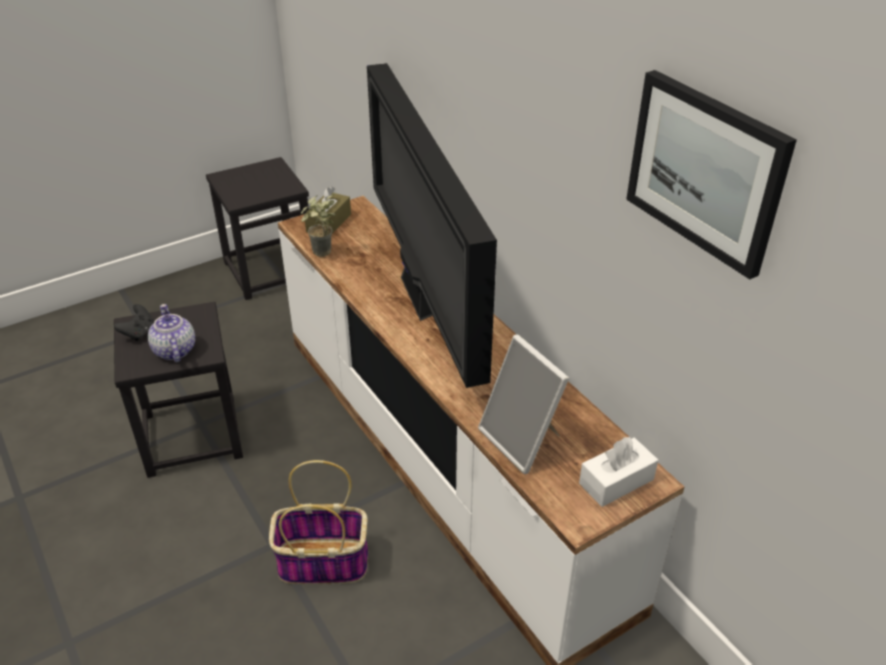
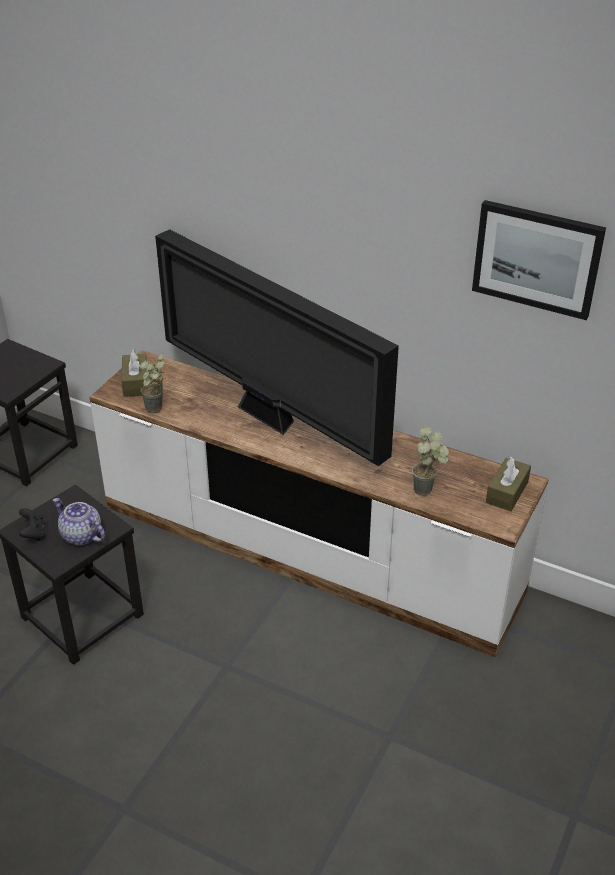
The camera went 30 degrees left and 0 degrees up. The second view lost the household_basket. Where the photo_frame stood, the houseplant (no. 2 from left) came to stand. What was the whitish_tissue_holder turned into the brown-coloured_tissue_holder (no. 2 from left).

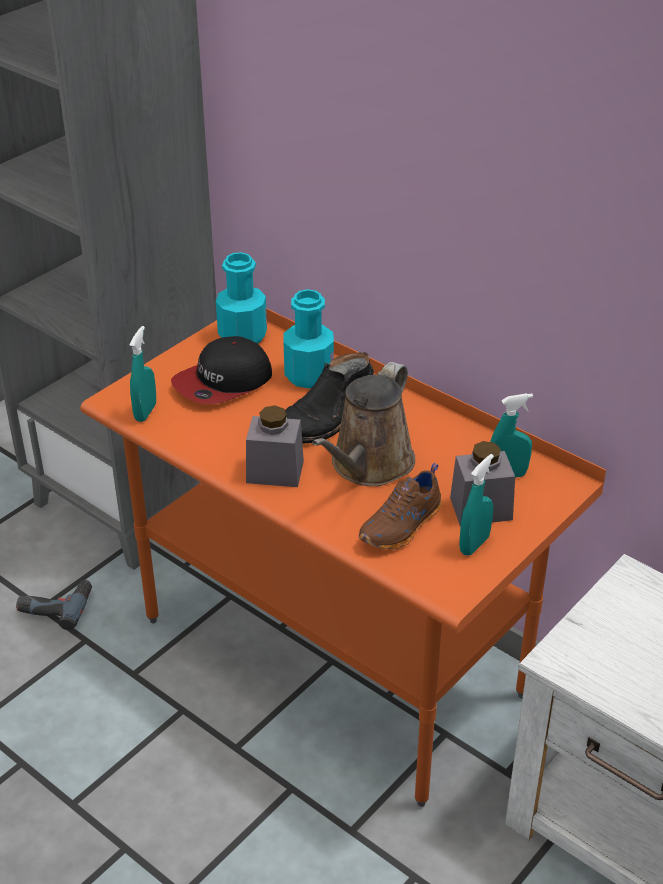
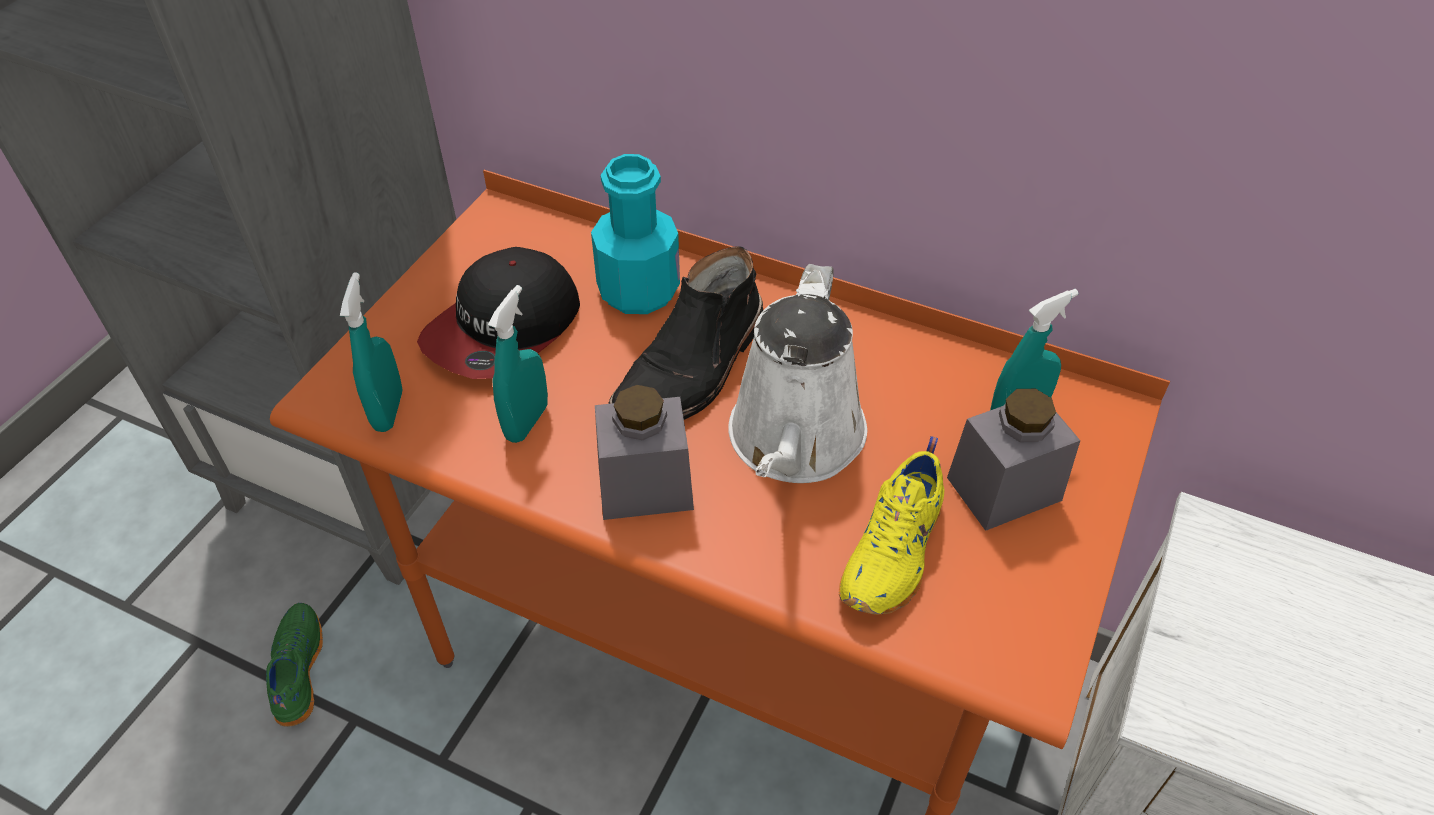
The camera went 15 degrees left and 10 degrees up. The second view lost the turquoise_drink_bottle (no. 1 from left). The turquoise_hand_sprayer (no. 2 from left) ended up elsewhere. Where the drill stood, the greenish_shoe came to stand. What was the brown-coloured_watering_can turned into the whitish_watering_can. What was the brown-coloured_shoe turned into the yellowish_shoe.

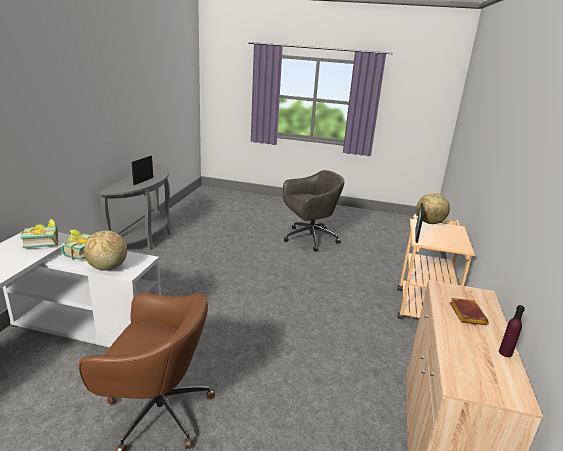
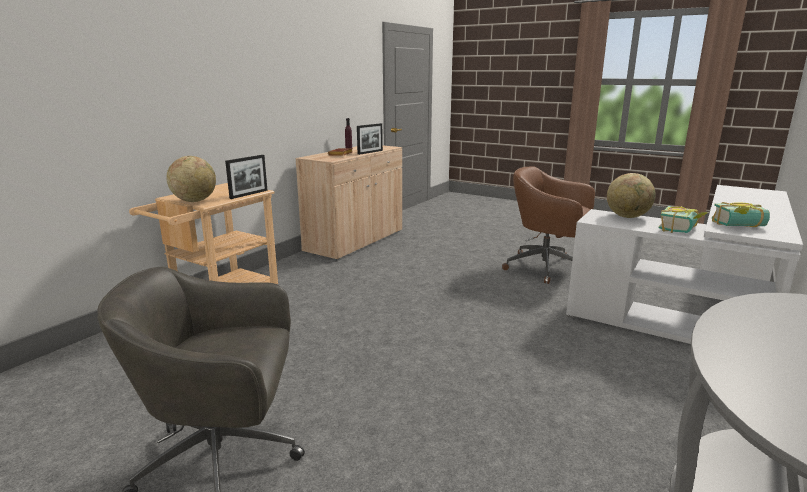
The camera went 160 degrees left and 5 degrees down. The photo_frame (no. 1 from left in the first image) ended up elsewhere.

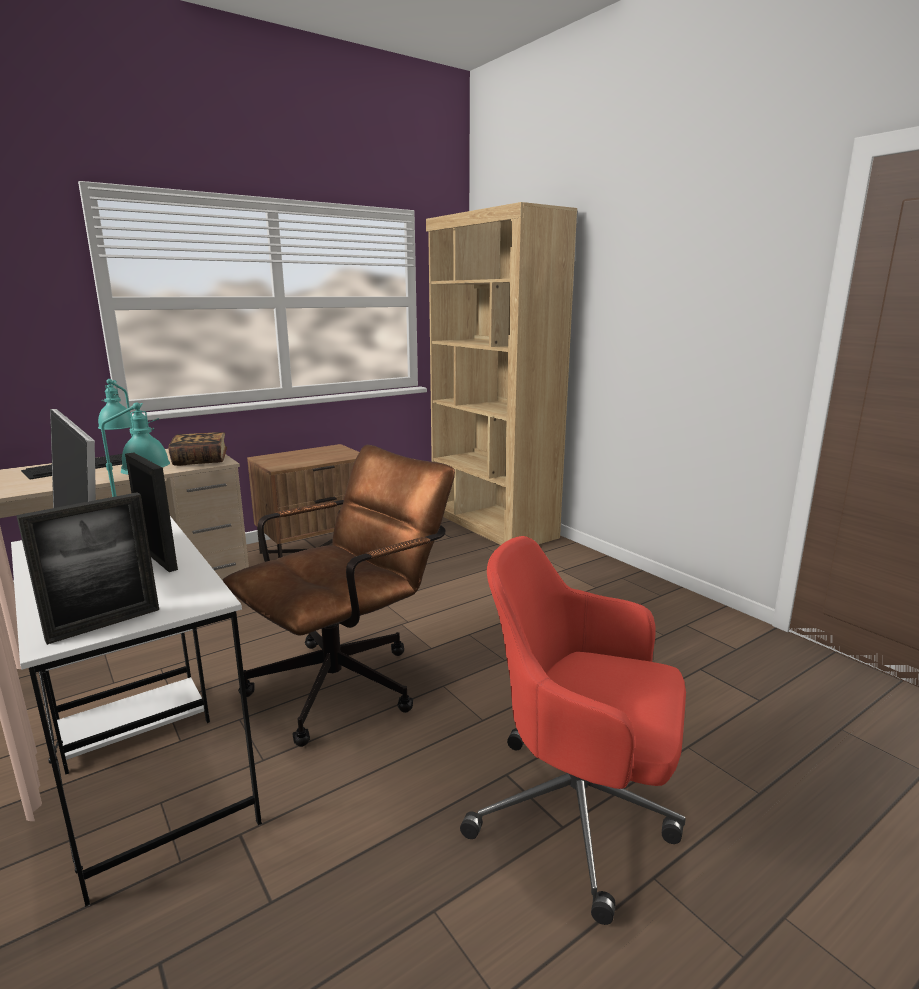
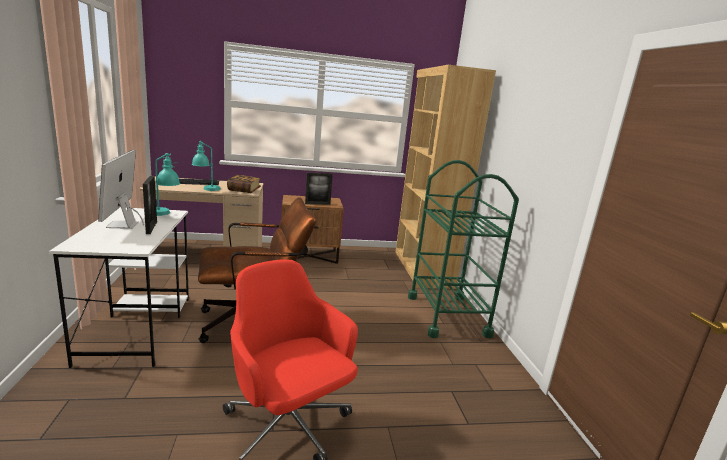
The camera went 25 degrees right and 0 degrees up. The second view gained the greenish_trolley. The photo_frame (no. 1 from left in the first image) ended up elsewhere.

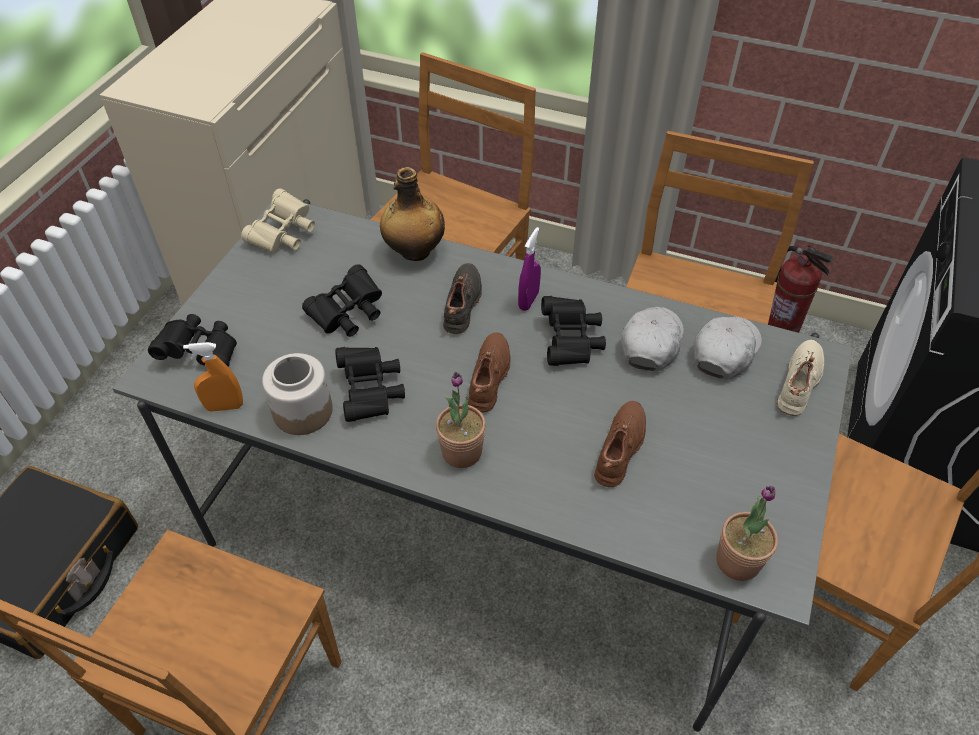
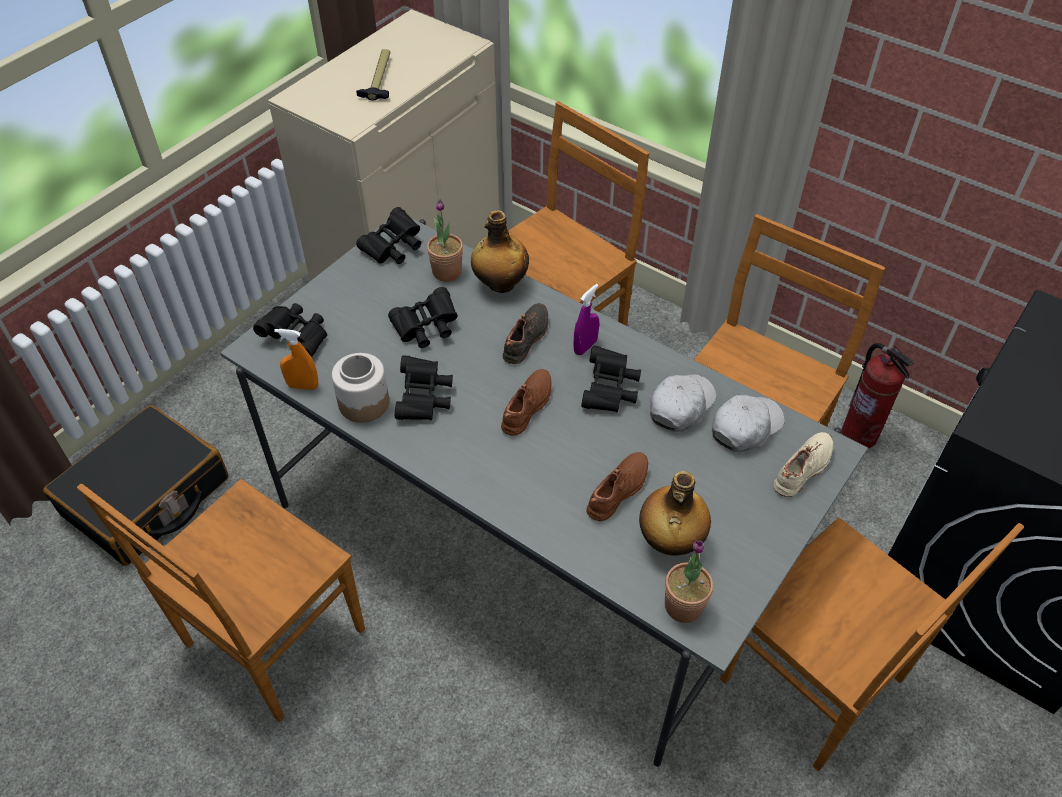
The camera went 15 degrees right and 0 degrees up. The second view gained the hand_hammer. The second view gained the drink_bottle (no. 2 from left). The houseplant (no. 1 from left) ended up elsewhere. What was the beige-coloured_binoculars turned into the black-coloured_binoculars (no. 2 from left).

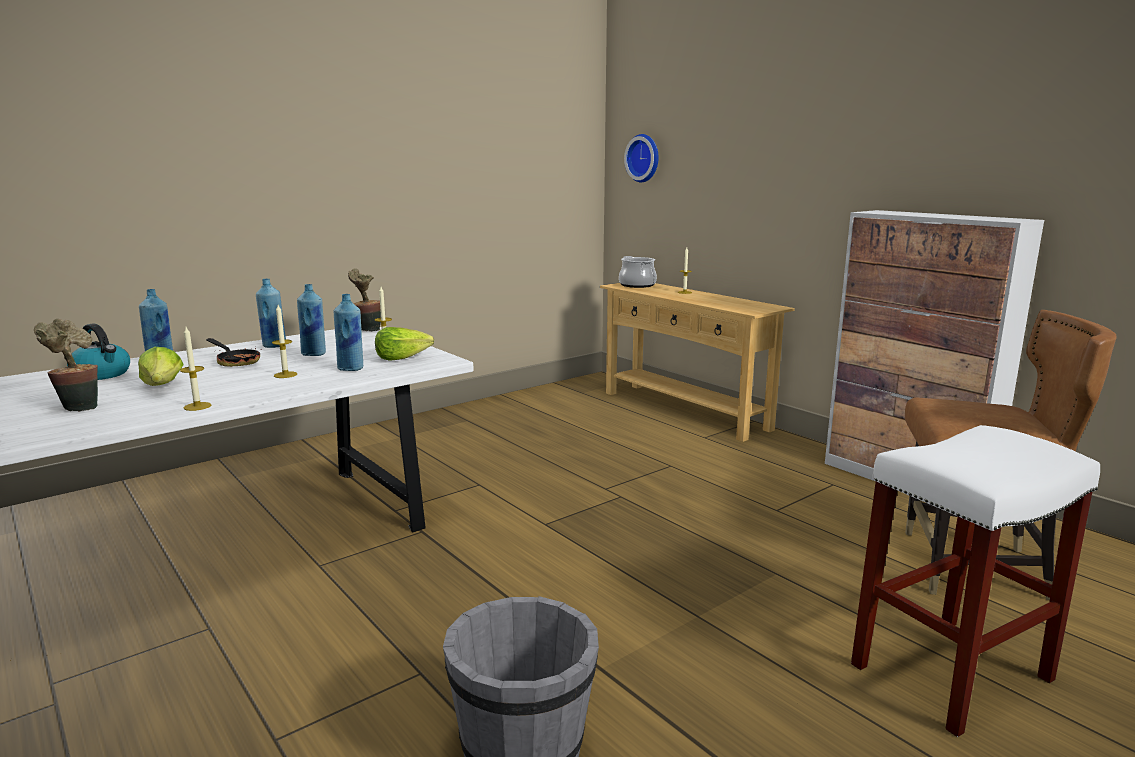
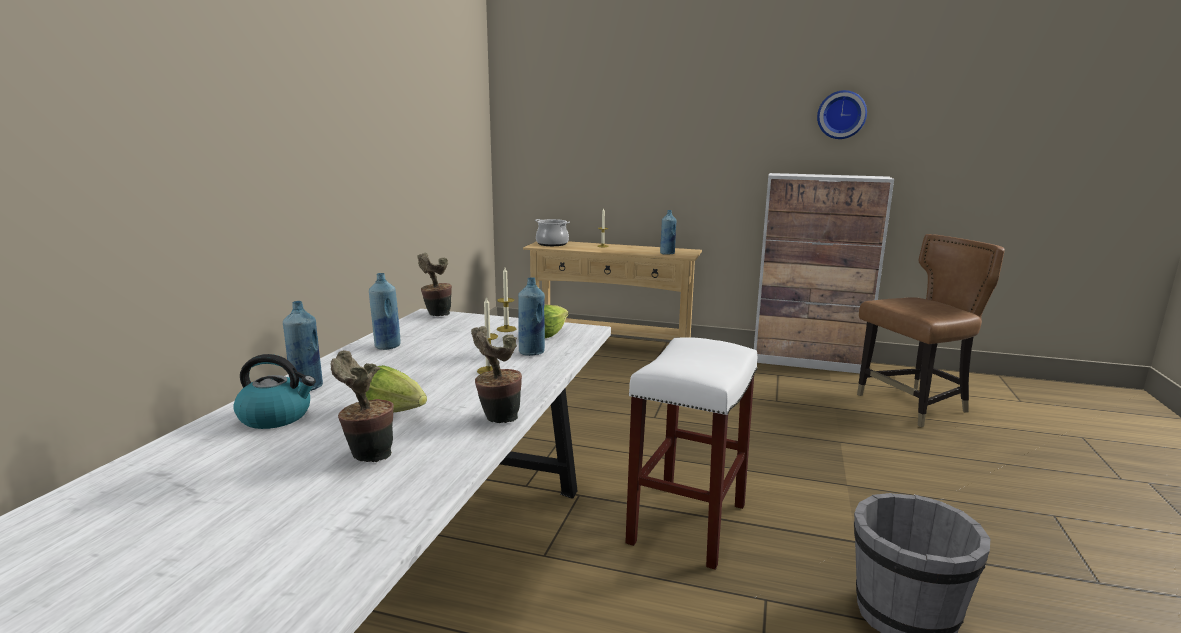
The camera went 35 degrees left and 0 degrees up. The second view lost the pan. The blue_drink_bottle (no. 3 from left in the first image) ended up elsewhere. The clock_on_the_wall ended up elsewhere. The whitish_stool ended up elsewhere. Where the wax_candle (no. 1 from left) stood, the houseplant (no. 3 from left) came to stand.

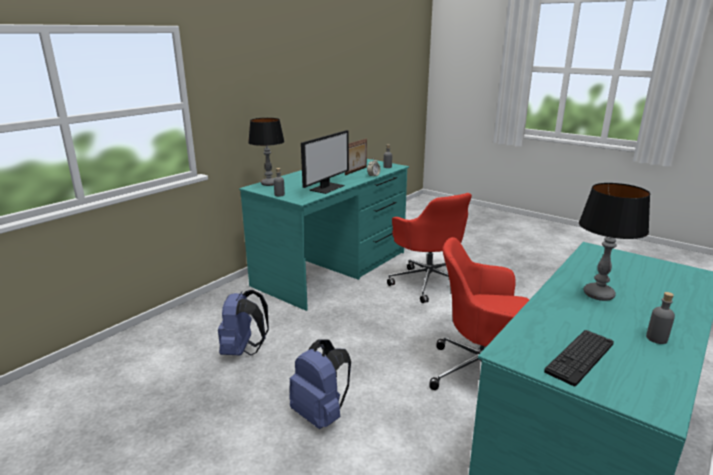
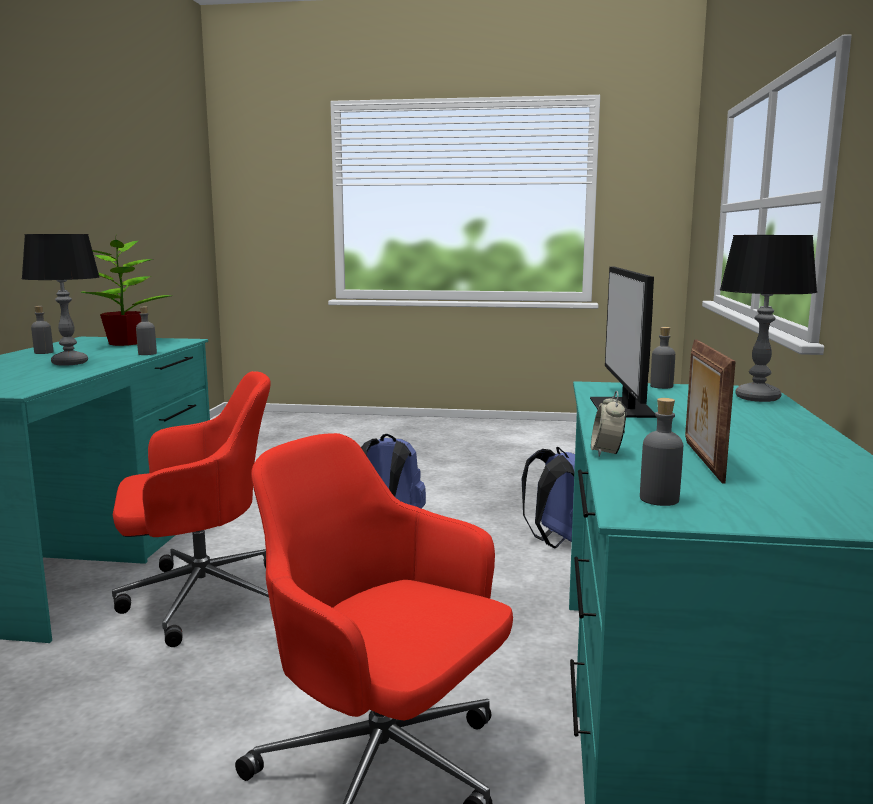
The camera went 150 degrees right and 10 degrees down. The second view gained the grey_drink_bottle (no. 2 from left). Where the computer_keyboard stood, the houseplant came to stand.

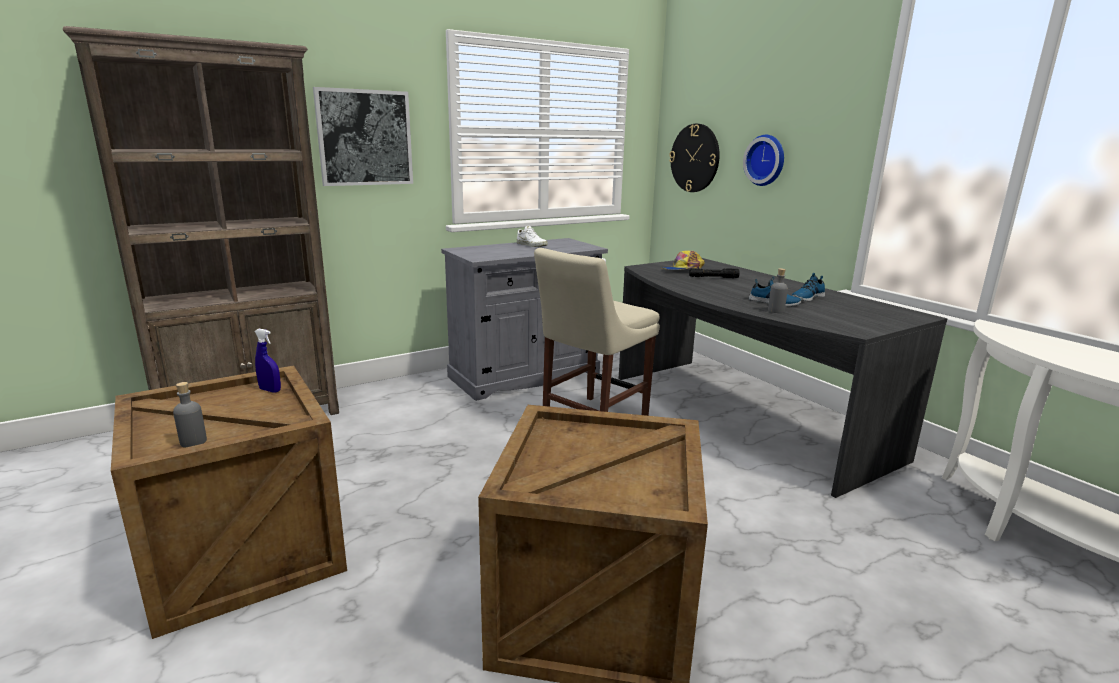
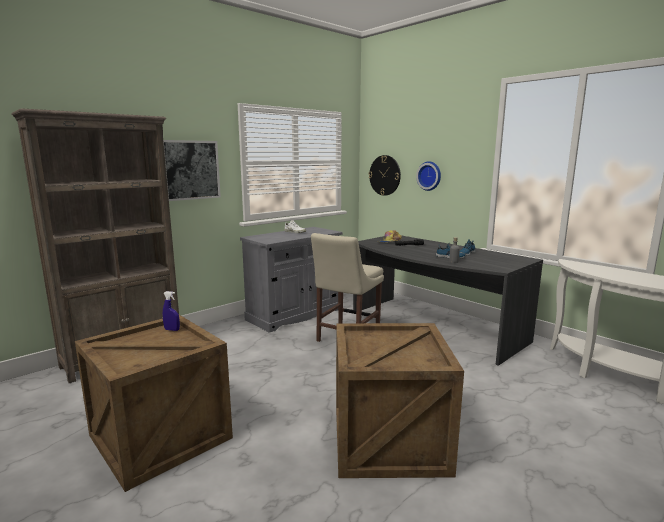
The camera went 10 degrees left and 5 degrees down. The second view lost the grey_drink_bottle (no. 1 from left).

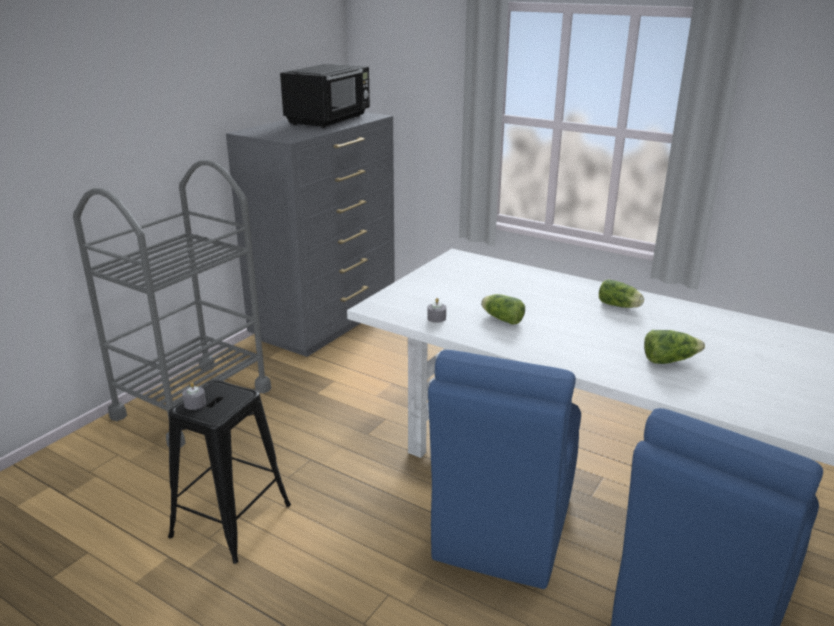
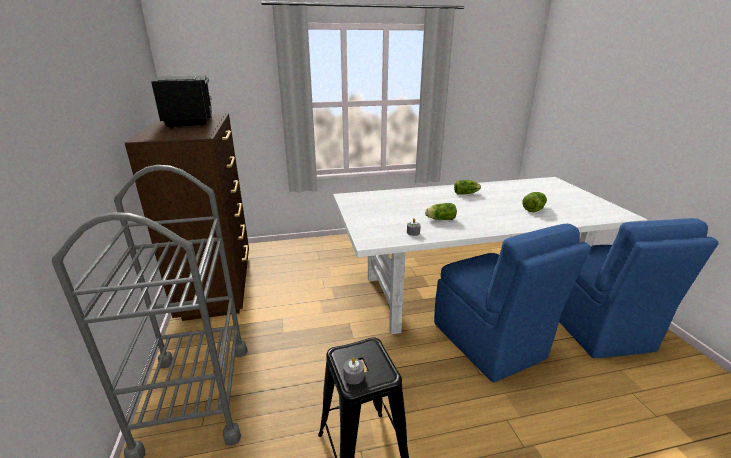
The camera went 45 degrees left and 0 degrees up. What was the grey_dresser turned into the brown-coloured_dresser.

